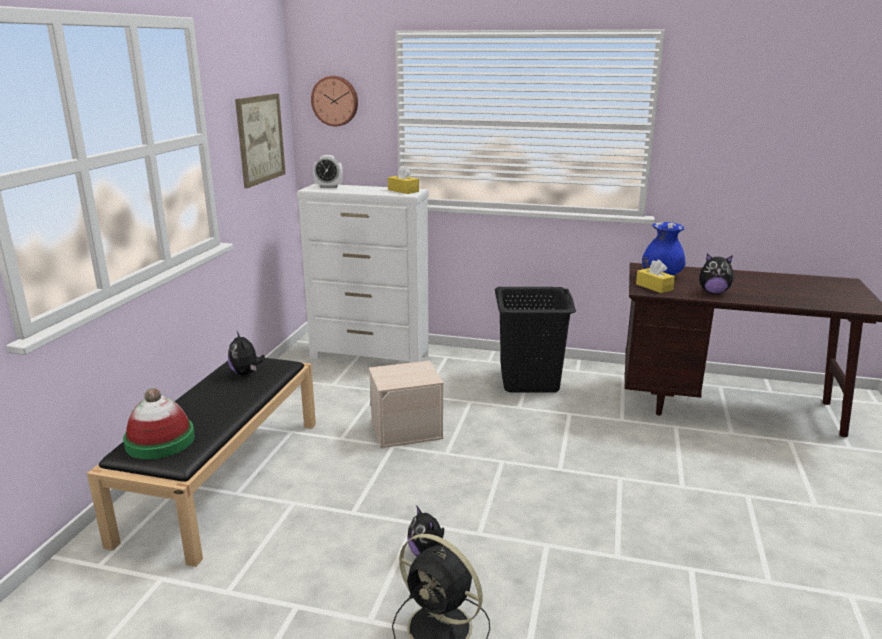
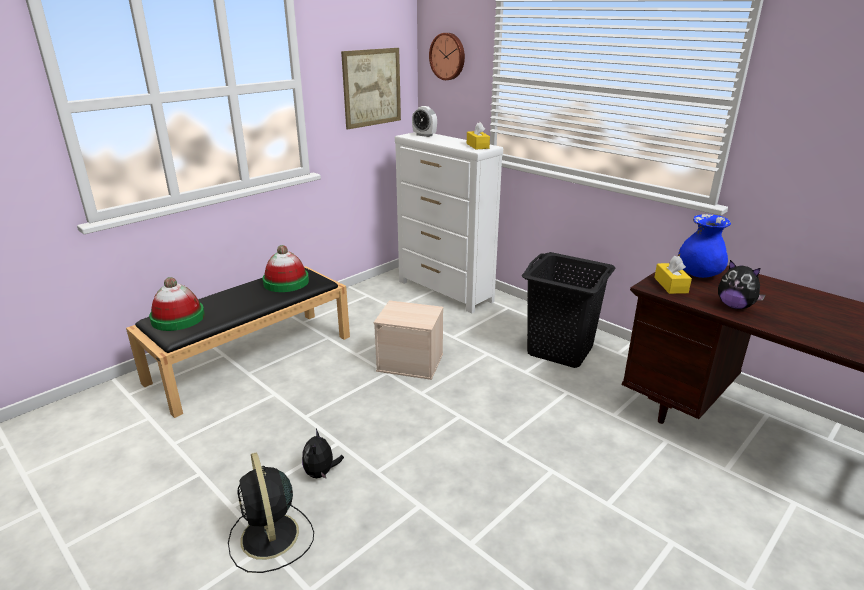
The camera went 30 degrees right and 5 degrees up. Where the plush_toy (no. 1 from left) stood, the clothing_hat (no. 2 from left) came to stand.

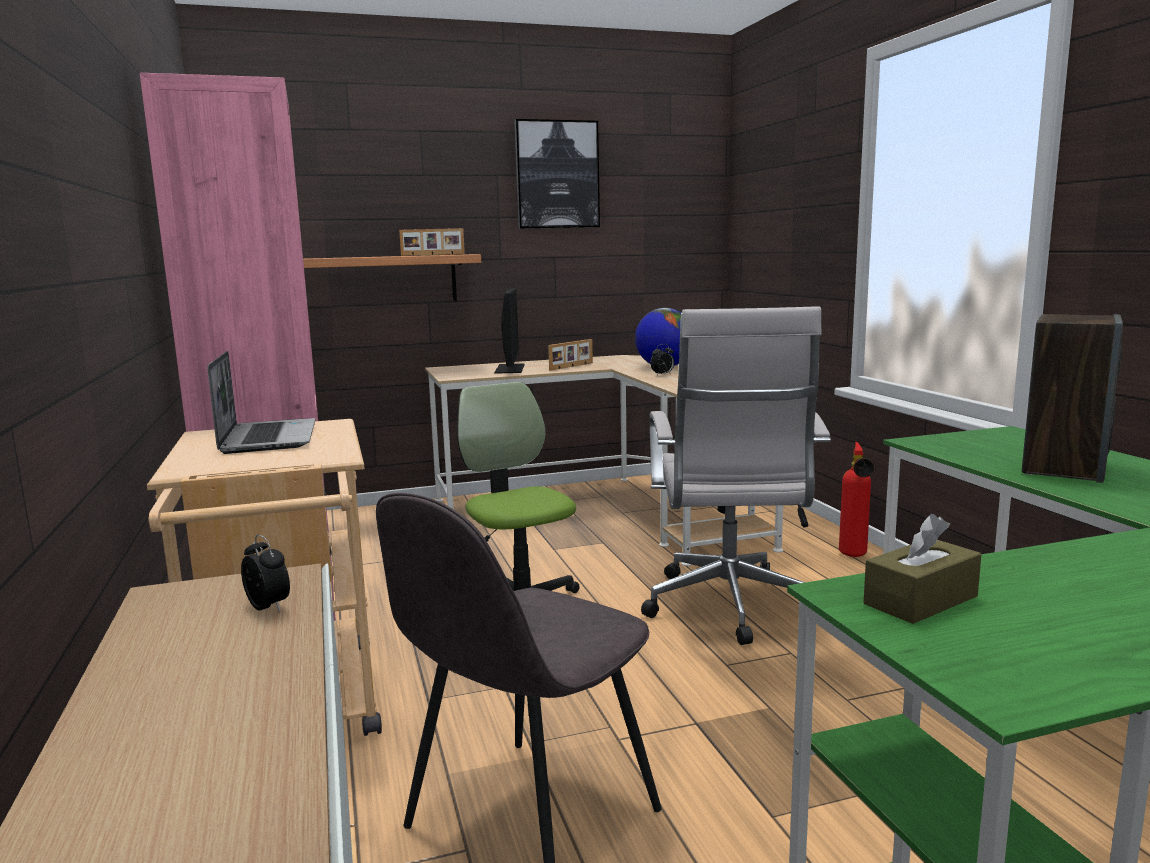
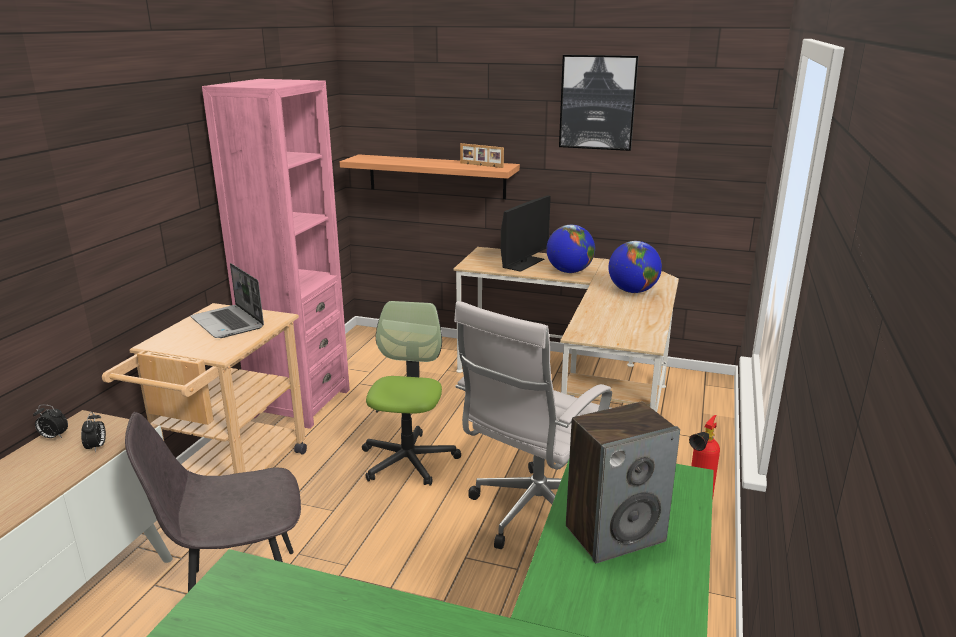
The camera went 35 degrees right and 10 degrees up. The second view lost the brown-coloured_tissue_holder. The table_clock (no. 2 from left in the first image) ended up elsewhere. Where the photo_frame (no. 2 from left) stood, the world_globe (no. 1 from left) came to stand. The notebook_computer ended up facing another way, 120 degrees clockwise from before.

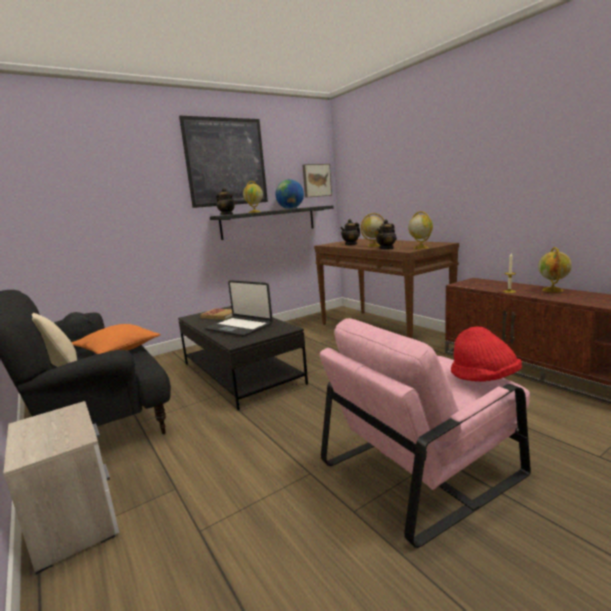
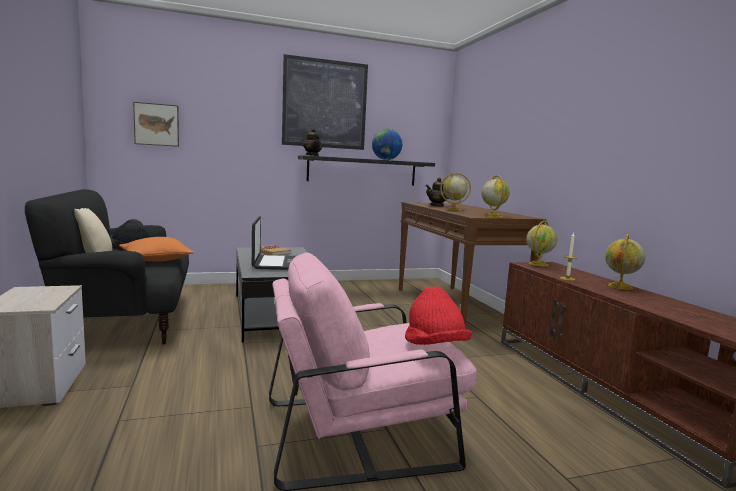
The camera went 15 degrees right and 5 degrees down. The second view lost the tea_pot (no. 3 from left). The world_globe (no. 1 from left in the first image) ended up elsewhere. The wall_art (no. 2 from left in the first image) ended up elsewhere. The notebook_computer ended up facing another way, 150 degrees counterclockwise from before.

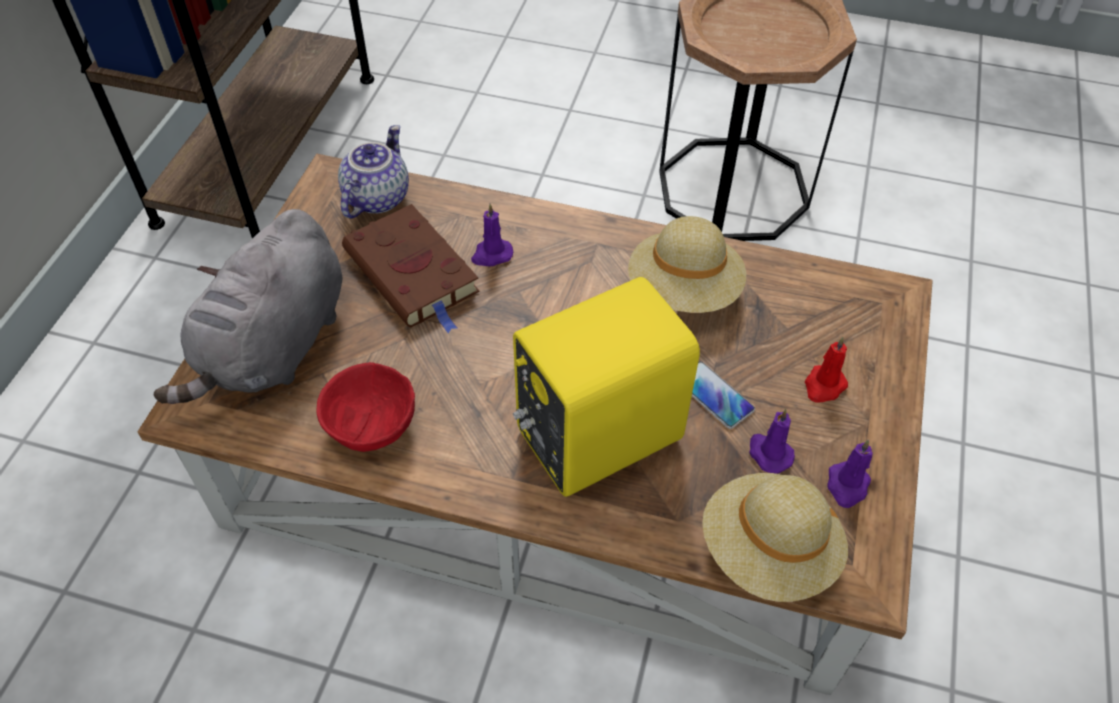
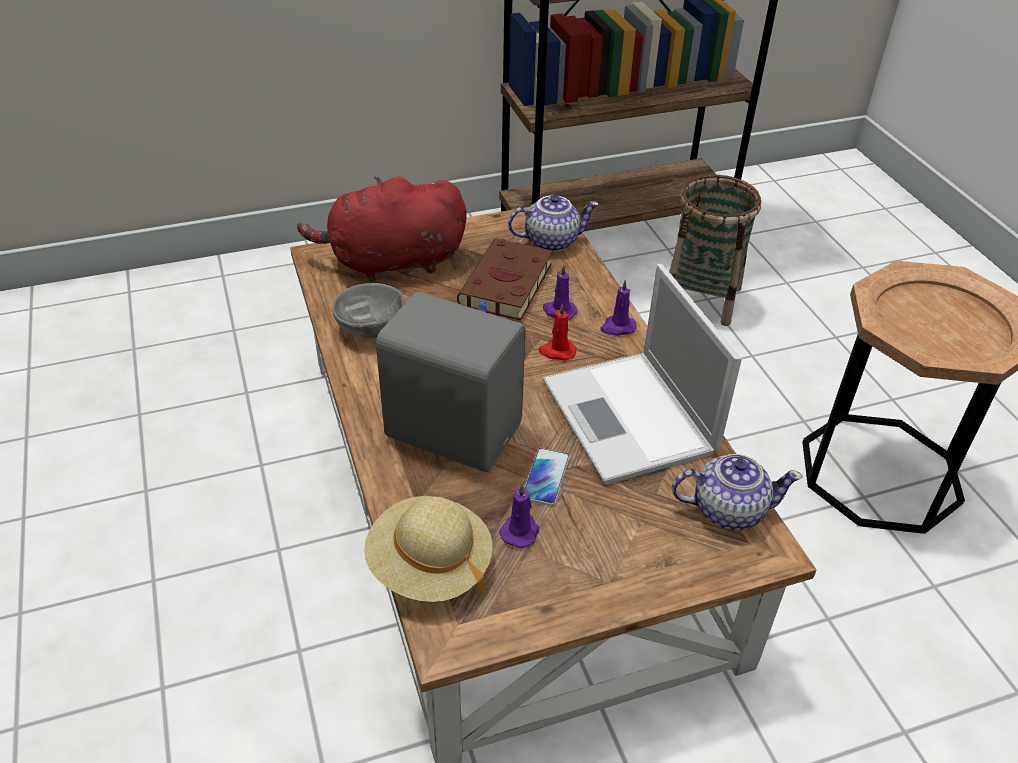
The camera went 55 degrees right and 10 degrees down. The second view gained the household_basket. The second view gained the tea_pot (no. 2 from left). The red-coloured_wax_candle ended up elsewhere. The purple_wax_candle (no. 3 from left) ended up elsewhere. Where the beige-coloured_clothing_hat (no. 1 from left) stood, the notebook_computer came to stand. What was the grey_plush_toy turned into the red-coloured_plush_toy. What was the red-coloured_deep_dish turned into the grey_deep_dish. What was the yellowish_speaker turned into the grey_speaker.

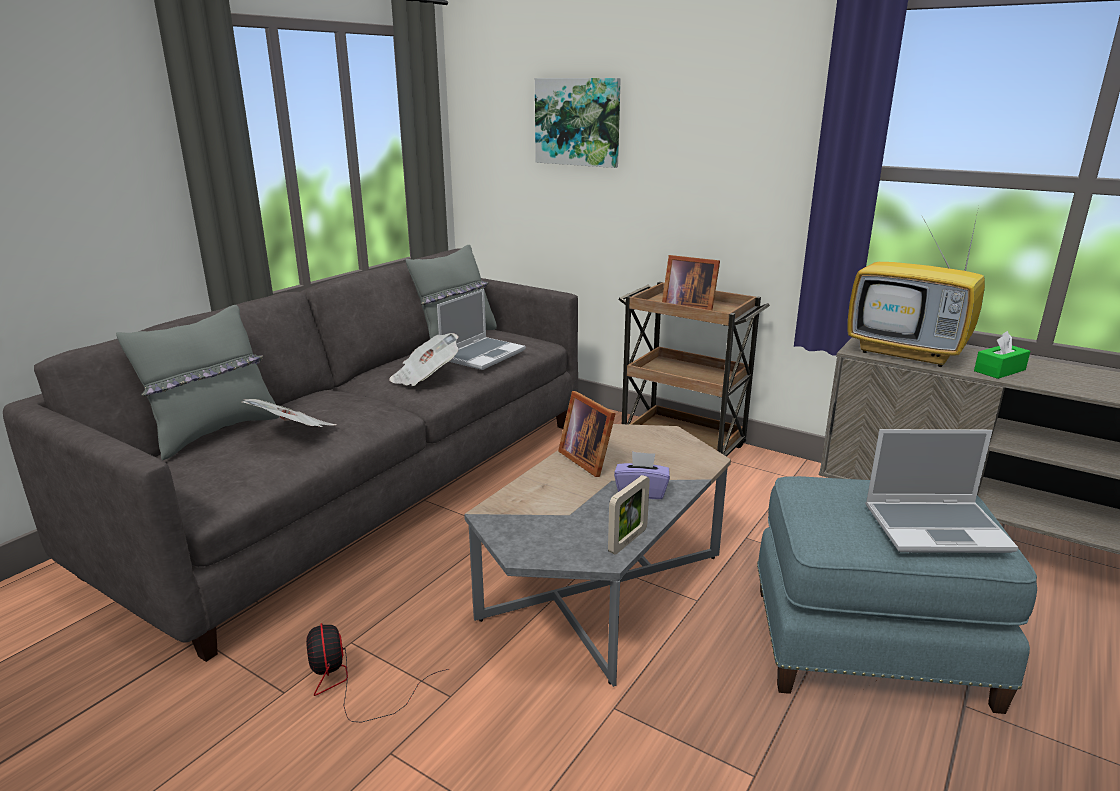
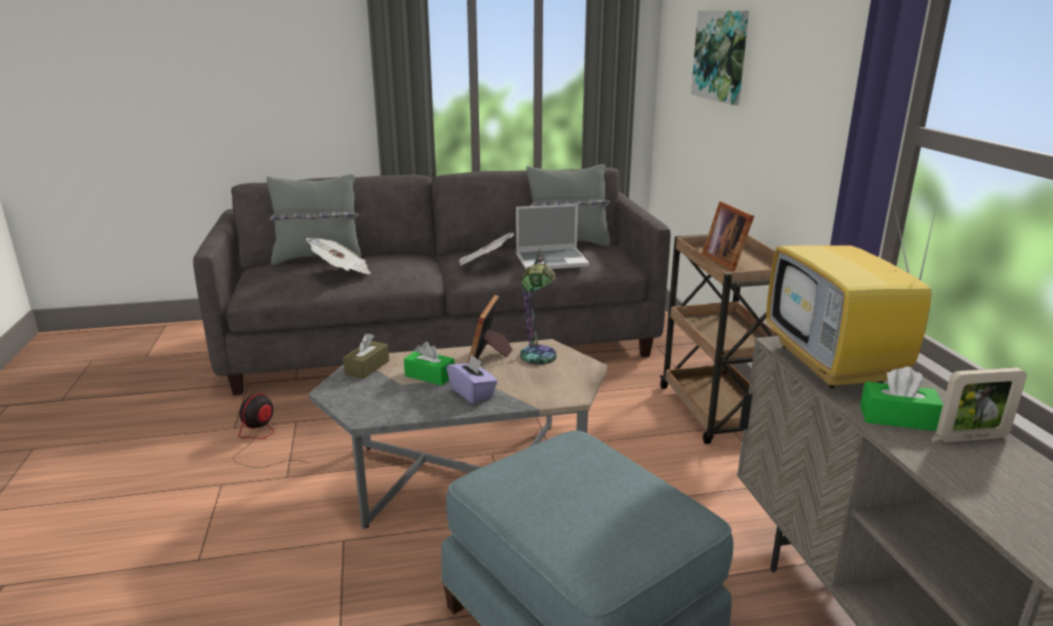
The camera went 45 degrees right and 0 degrees up. The second view lost the notebook_computer (no. 2 from left). The second view gained the brown-coloured_tissue_holder. The second view gained the greenish_tissue_holder (no. 1 from left). The second view gained the table_lamp. The photo_frame (no. 2 from left in the first image) ended up elsewhere.

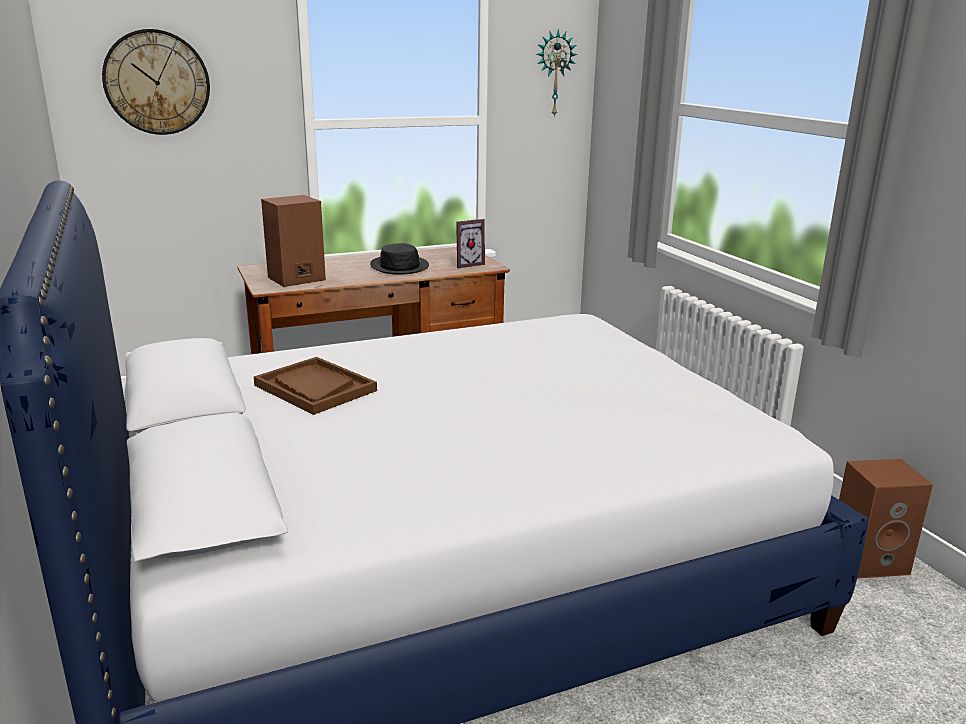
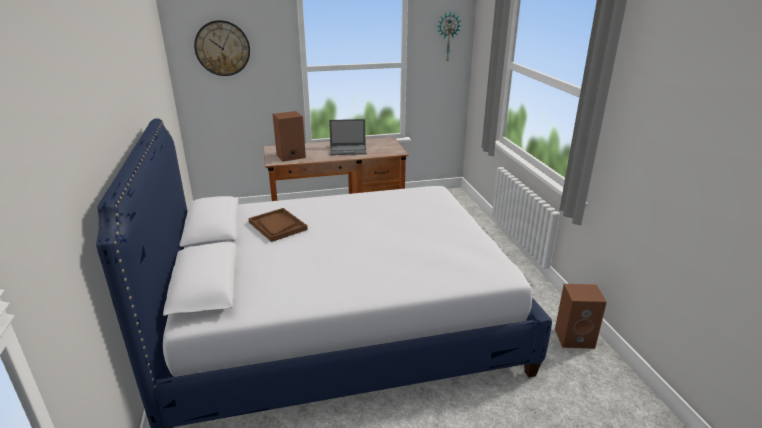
The camera went 10 degrees right and 5 degrees up. The second view lost the photo_frame. Where the black-coloured_clothing_hat stood, the notebook_computer came to stand.

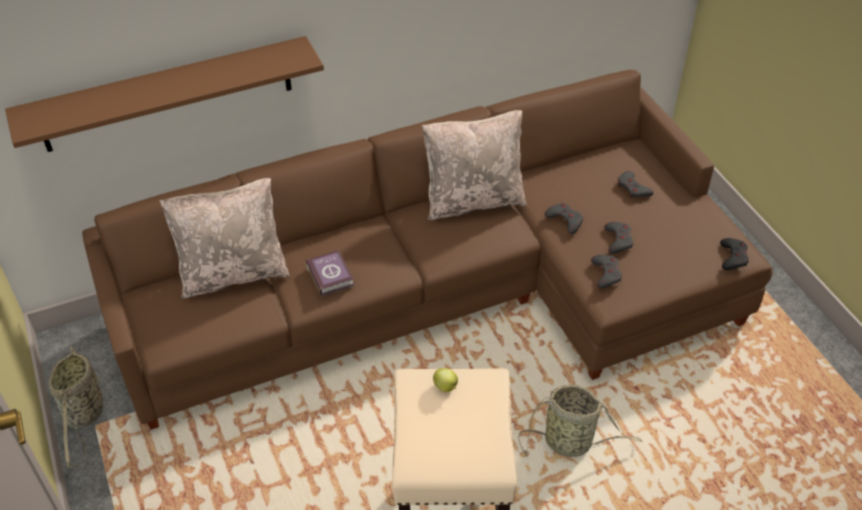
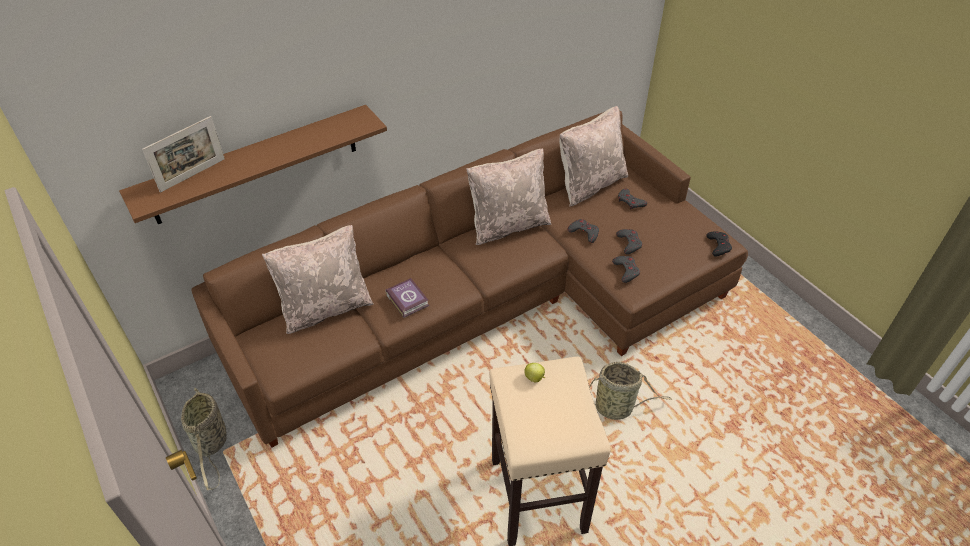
The camera went 10 degrees left and 0 degrees up. The second view gained the photo_frame. The second view gained the beige-coloured_pillow (no. 3 from left).

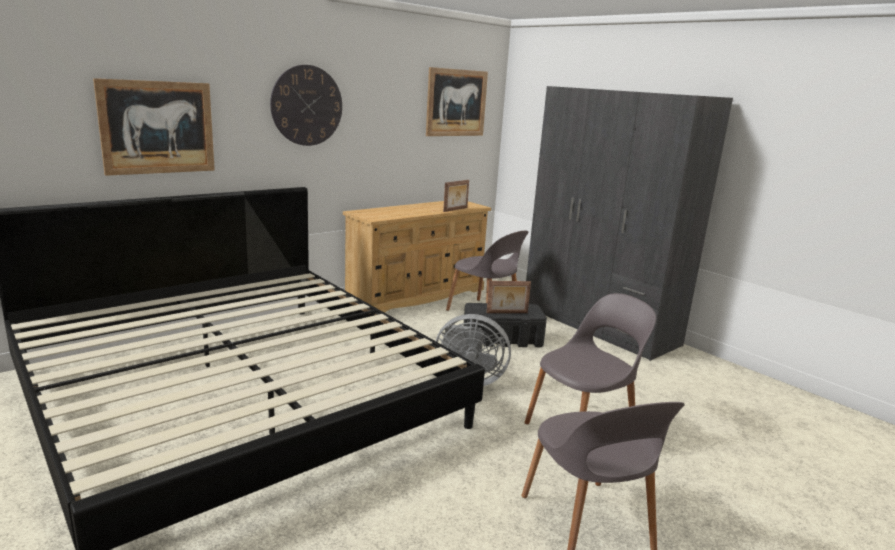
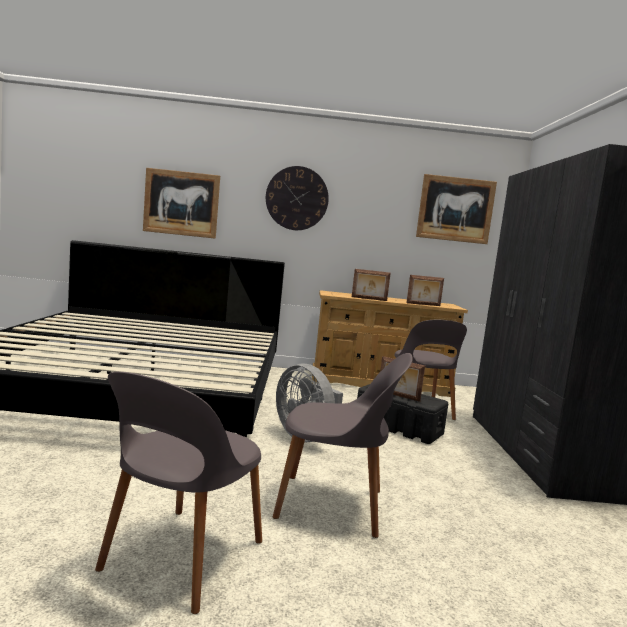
The camera went 40 degrees right and 10 degrees down. The second view gained the photo_frame (no. 1 from left).

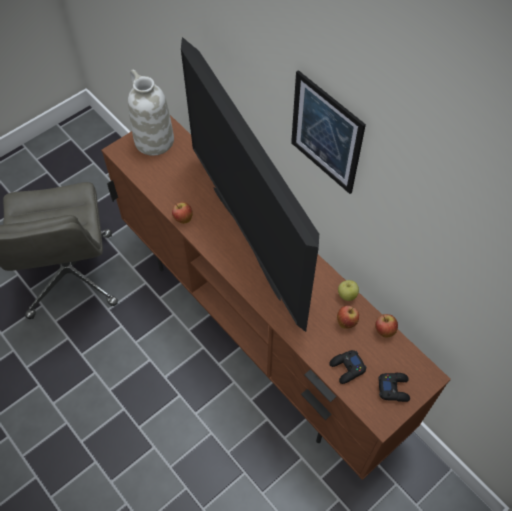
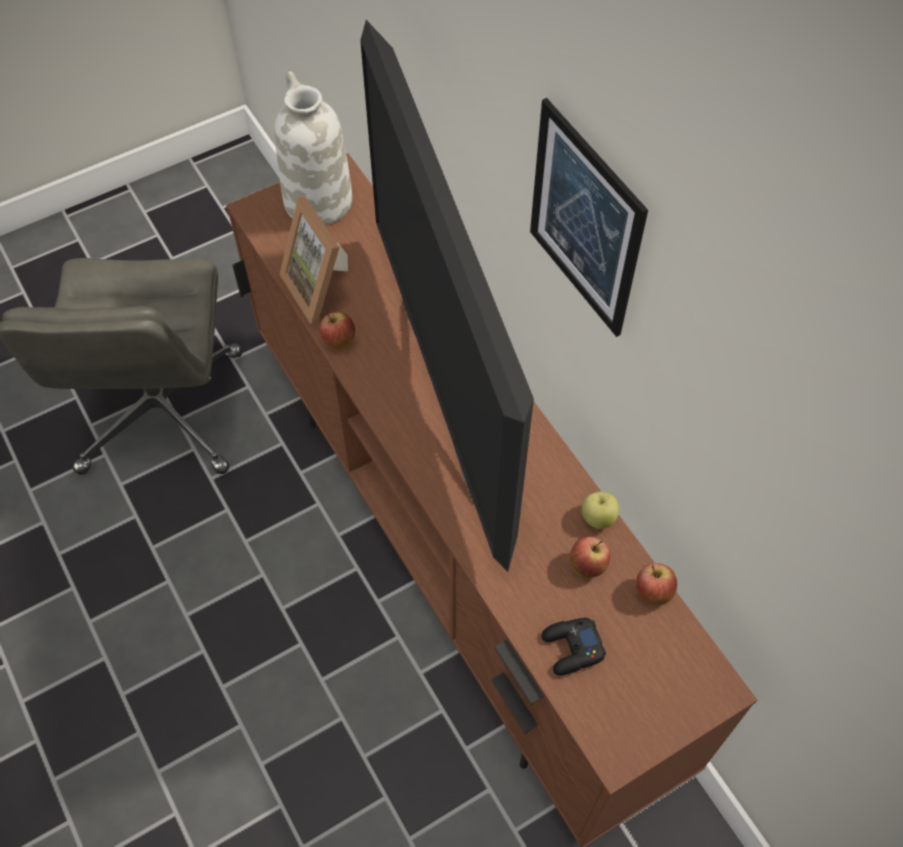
The camera went 10 degrees right and 0 degrees up. The second view lost the black-coloured_joypad (no. 2 from left). The second view gained the photo_frame.

